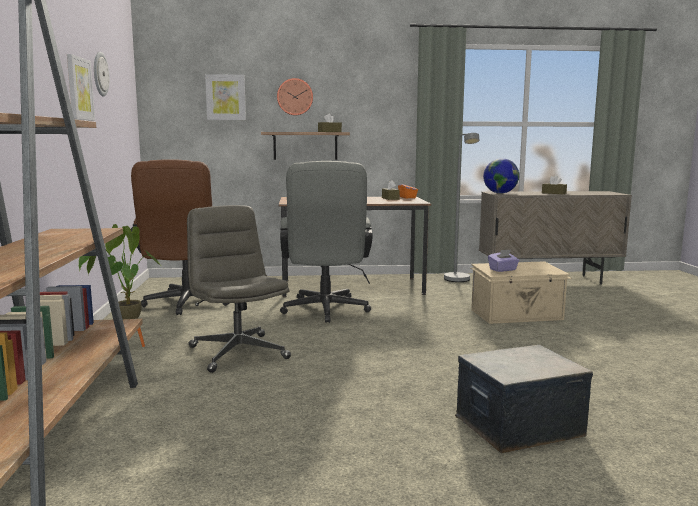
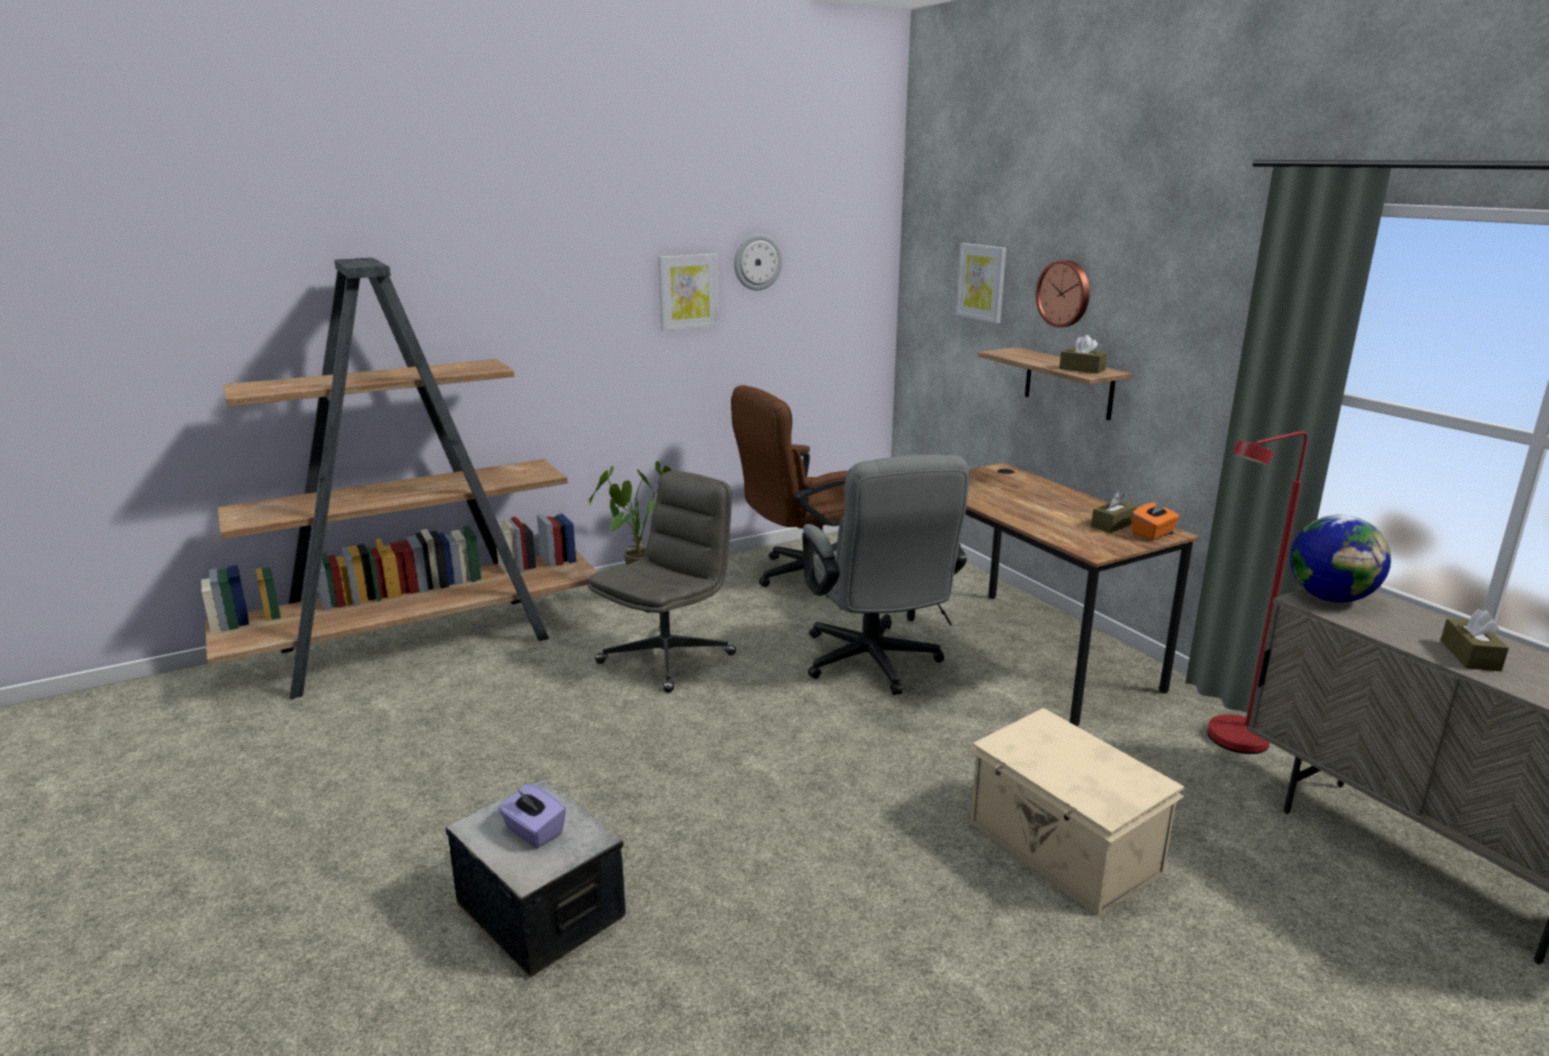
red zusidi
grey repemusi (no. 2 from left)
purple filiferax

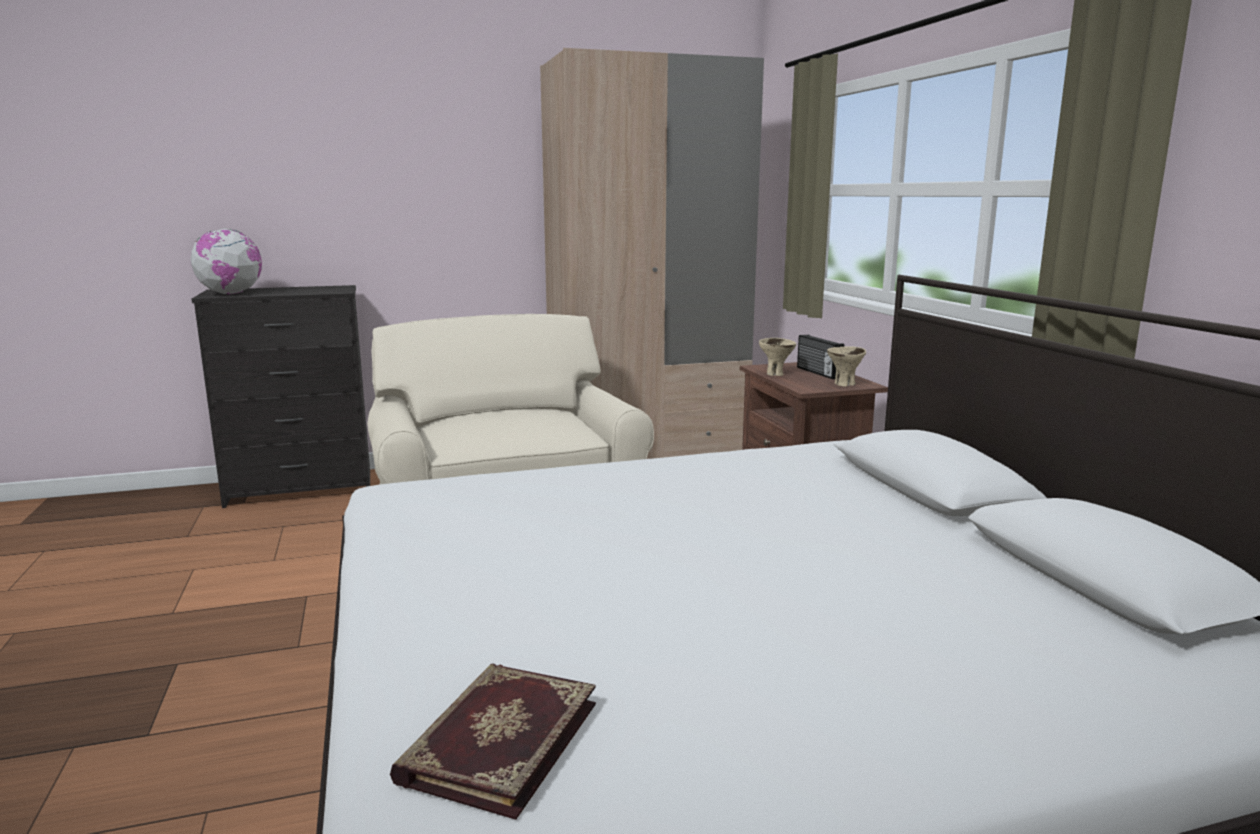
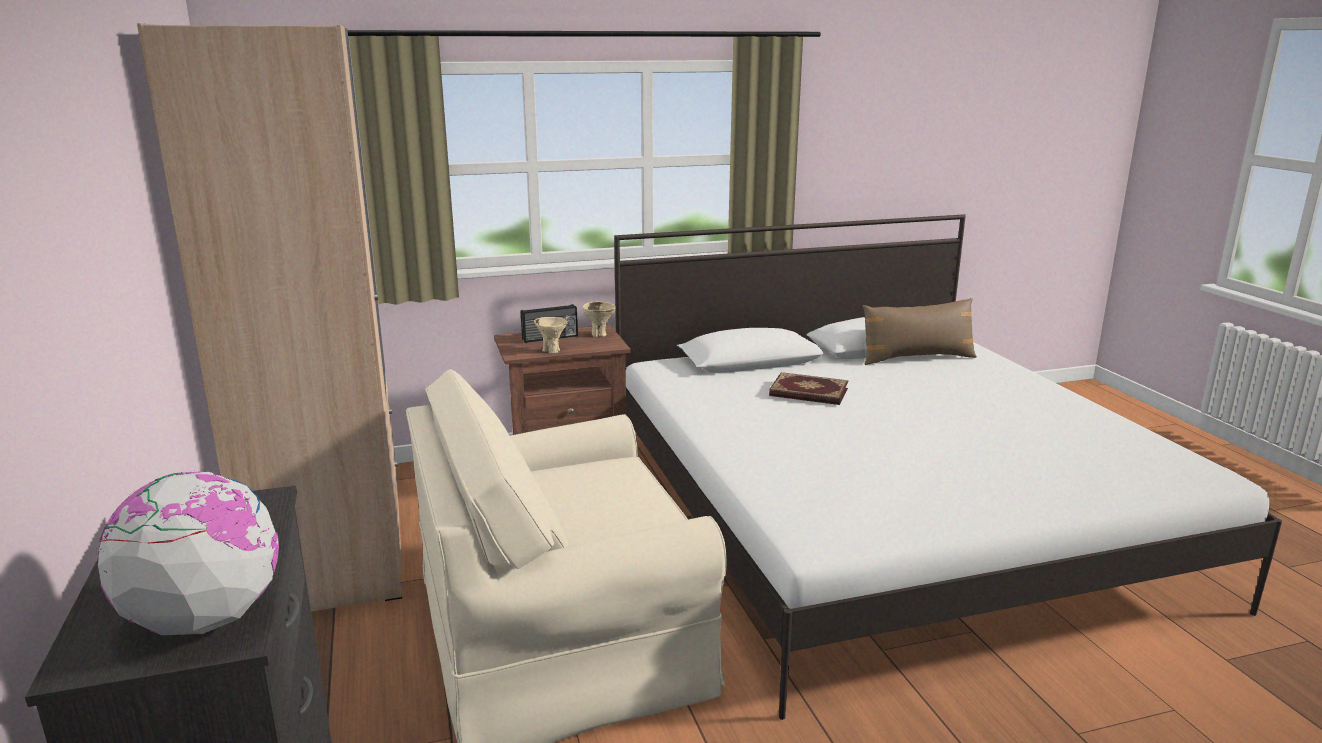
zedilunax
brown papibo

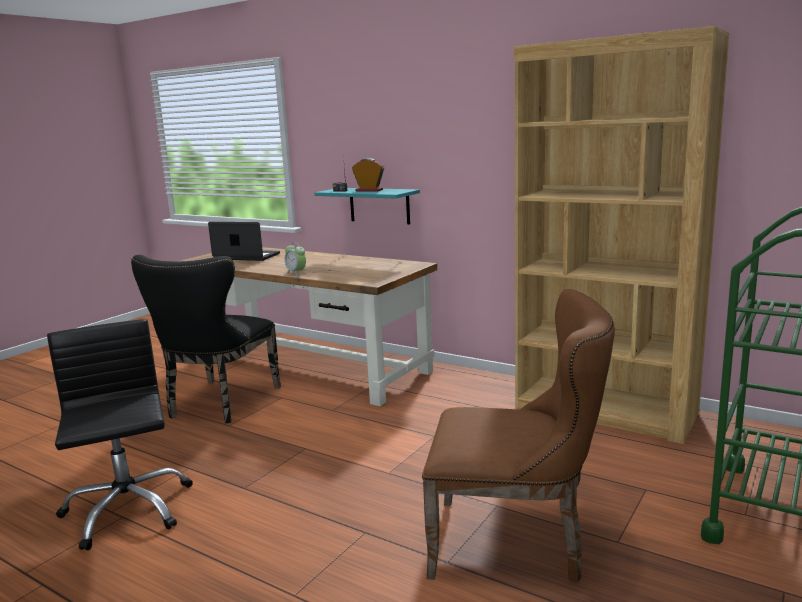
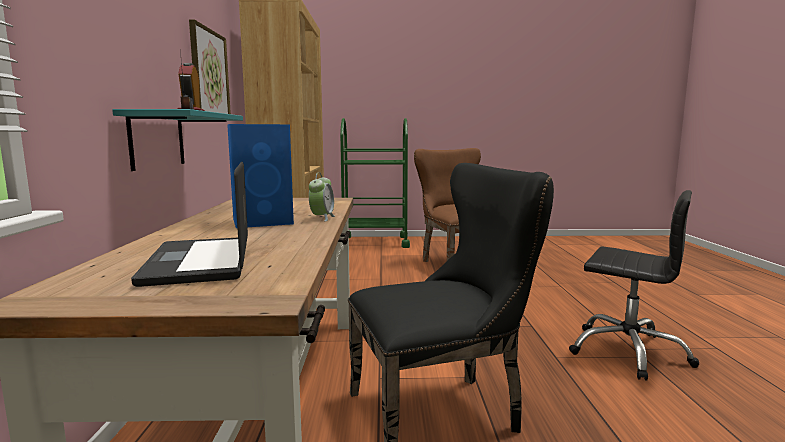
black repemusi
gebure
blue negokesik

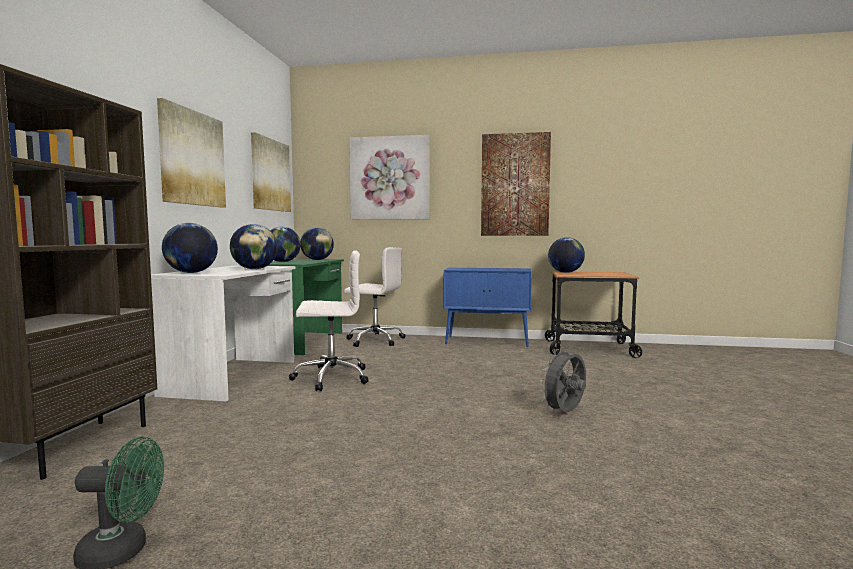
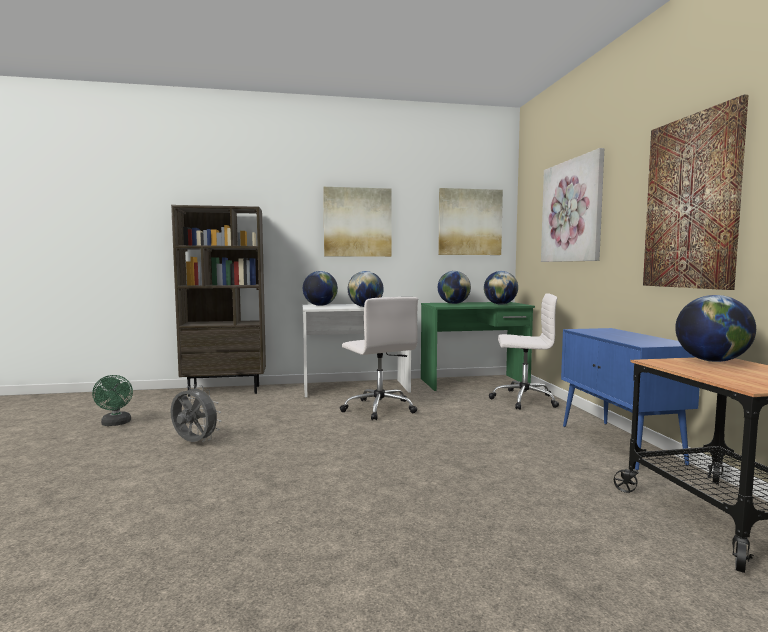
white repemusi (no. 2 from left)
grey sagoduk

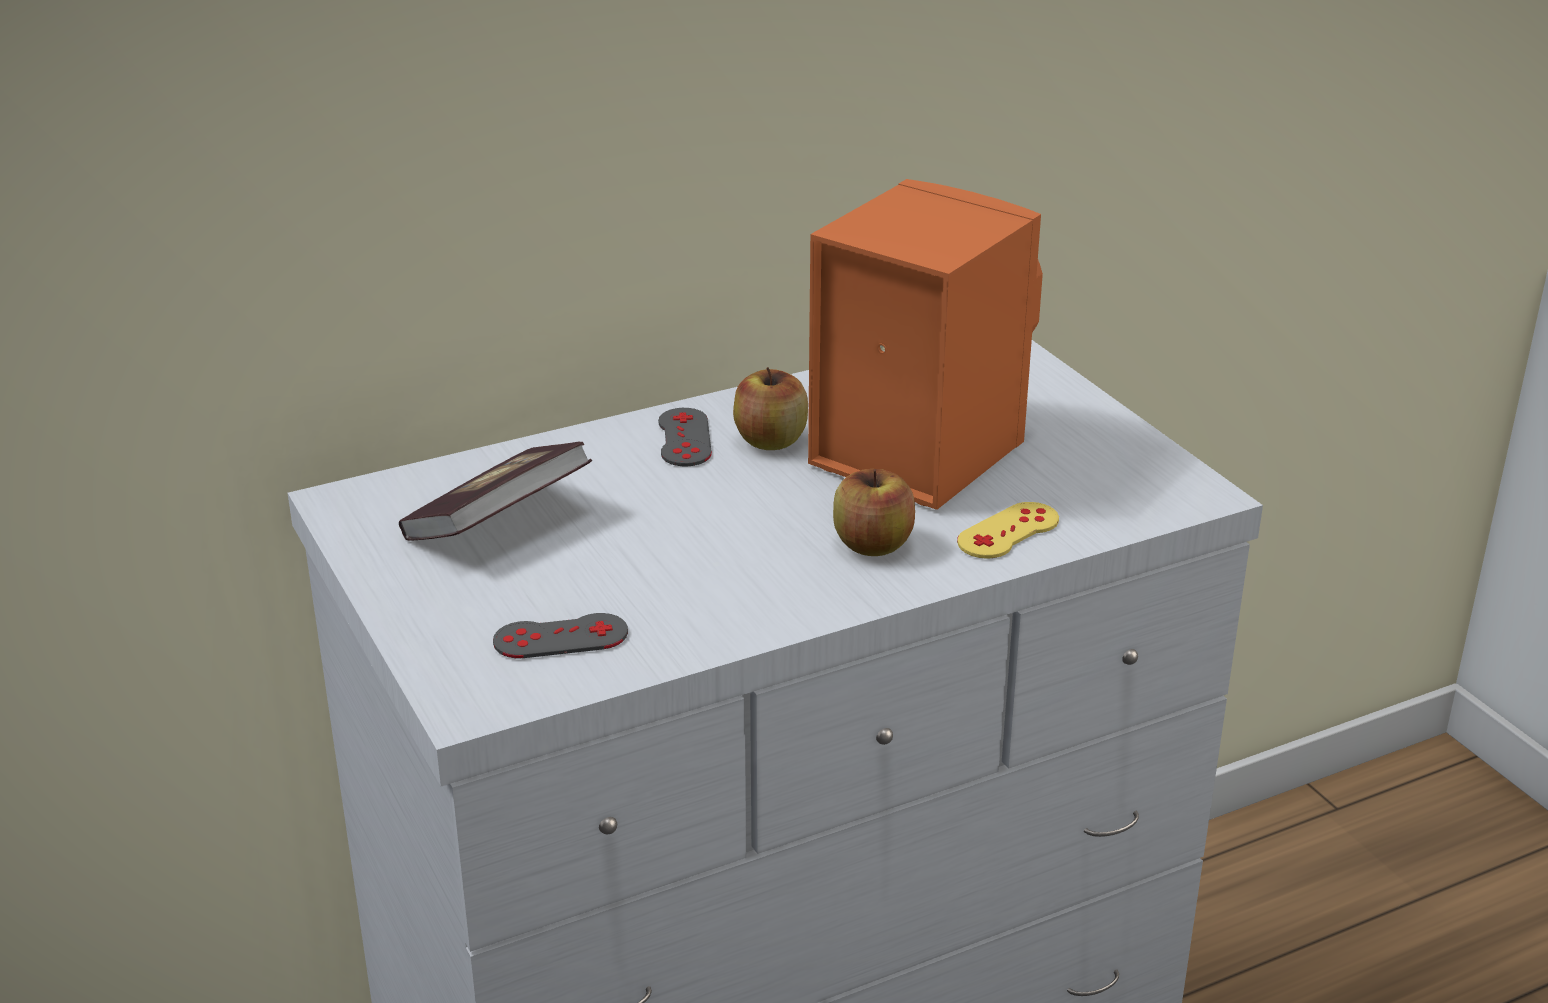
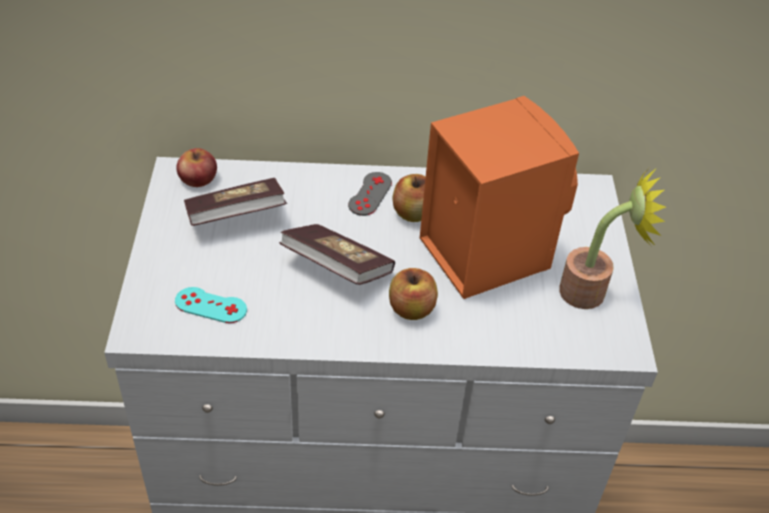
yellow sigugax
turquoise sigugax
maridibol (no. 1 from left)
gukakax
zedilunax (no. 2 from left)

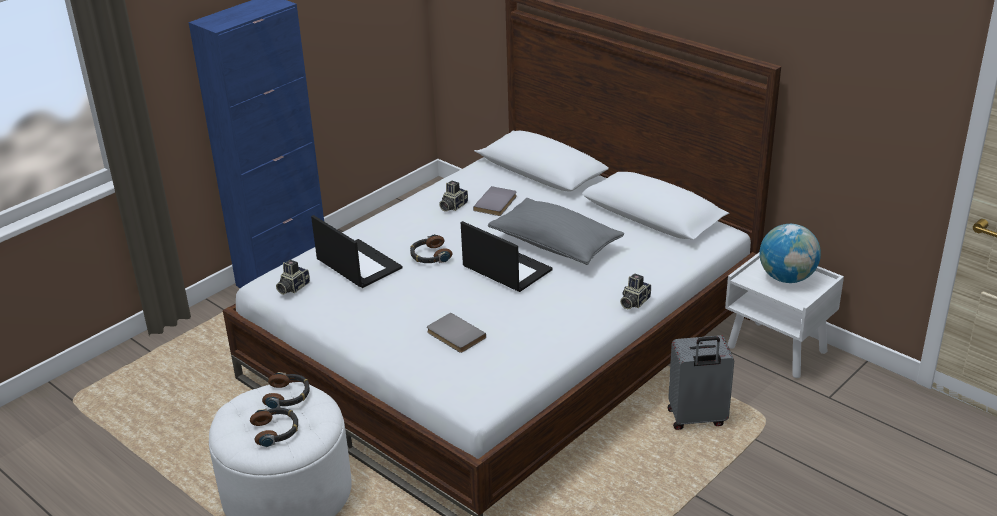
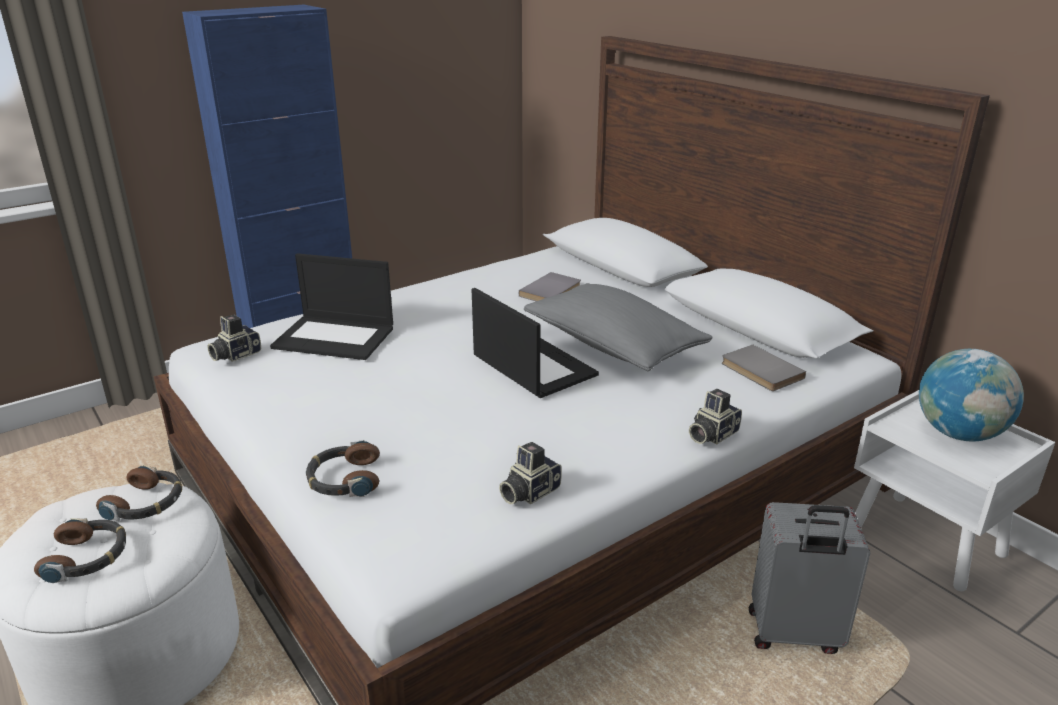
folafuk (no. 2 from left)
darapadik (no. 1 from left)
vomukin (no. 3 from left)
grey zedilunax (no. 2 from left)

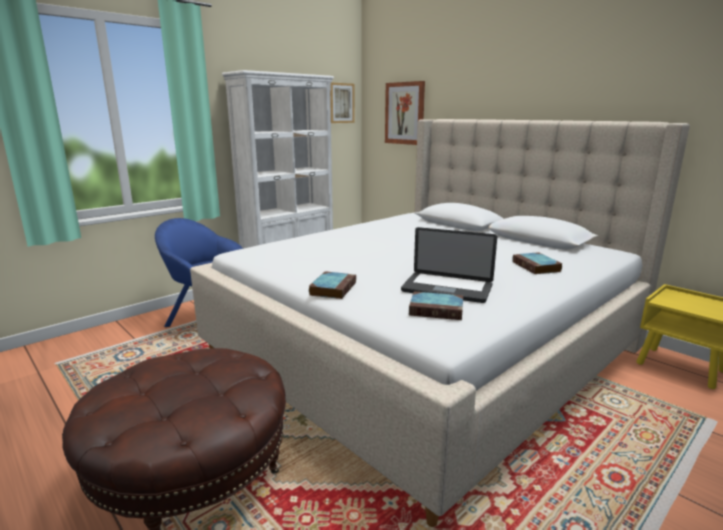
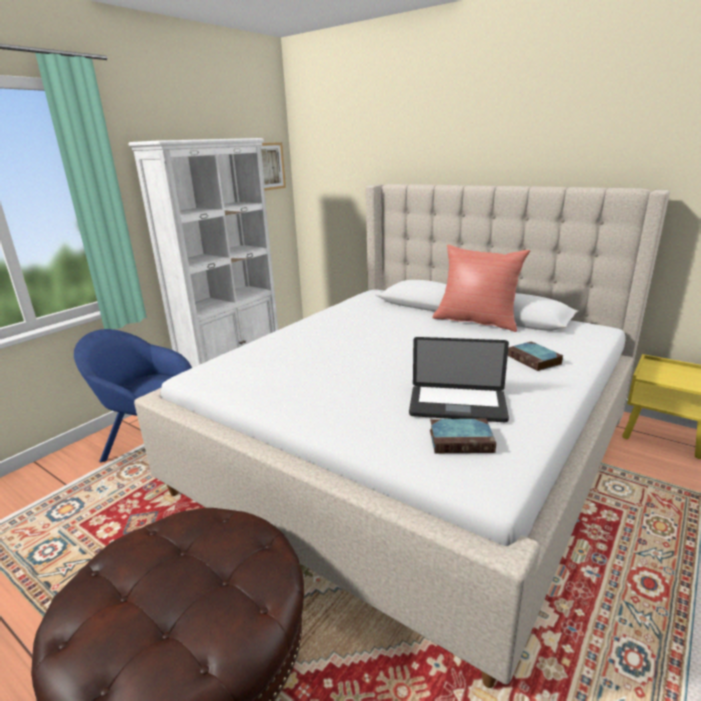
gebure (no. 2 from left in the first image)
zedilunax (no. 1 from left in the first image)
red papibo

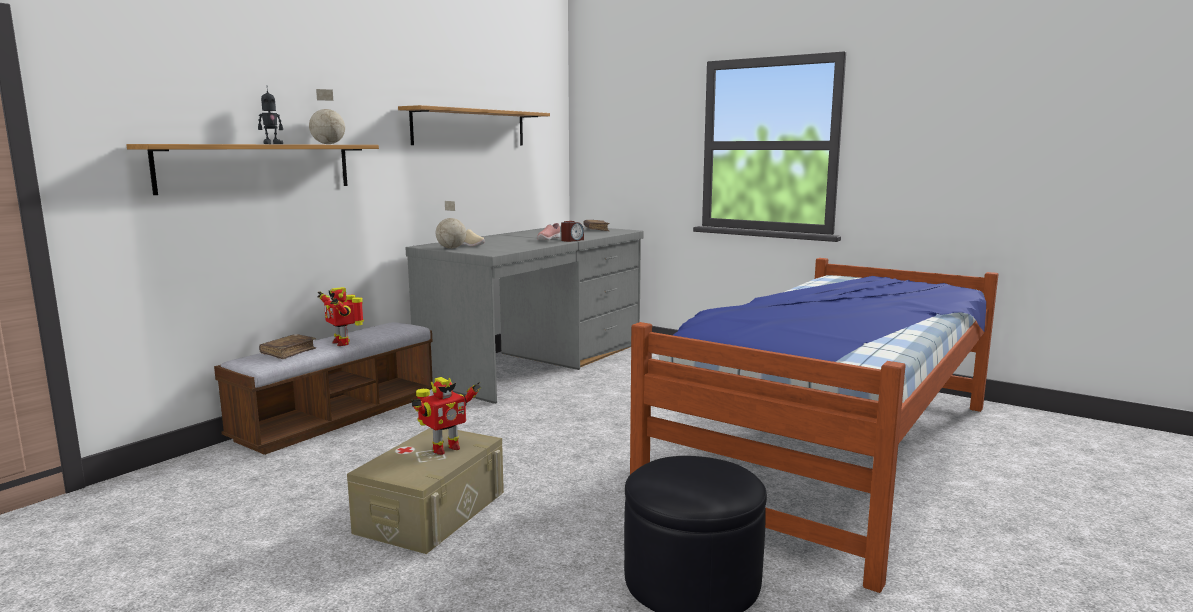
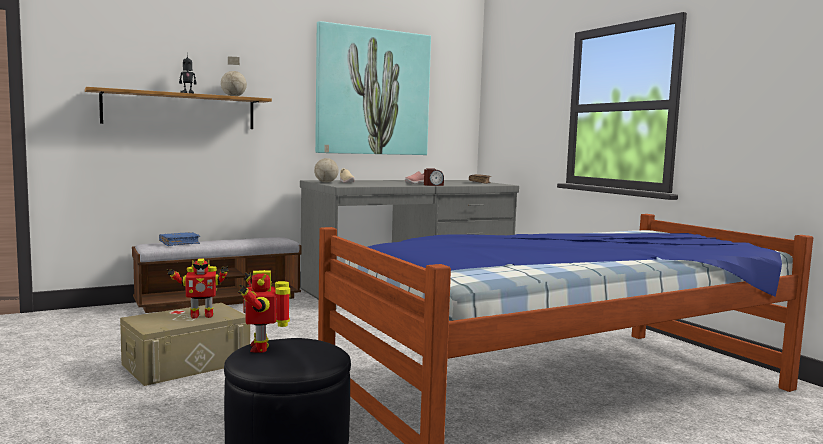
gebure
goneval (no. 3 from left)
blue zedilunax

